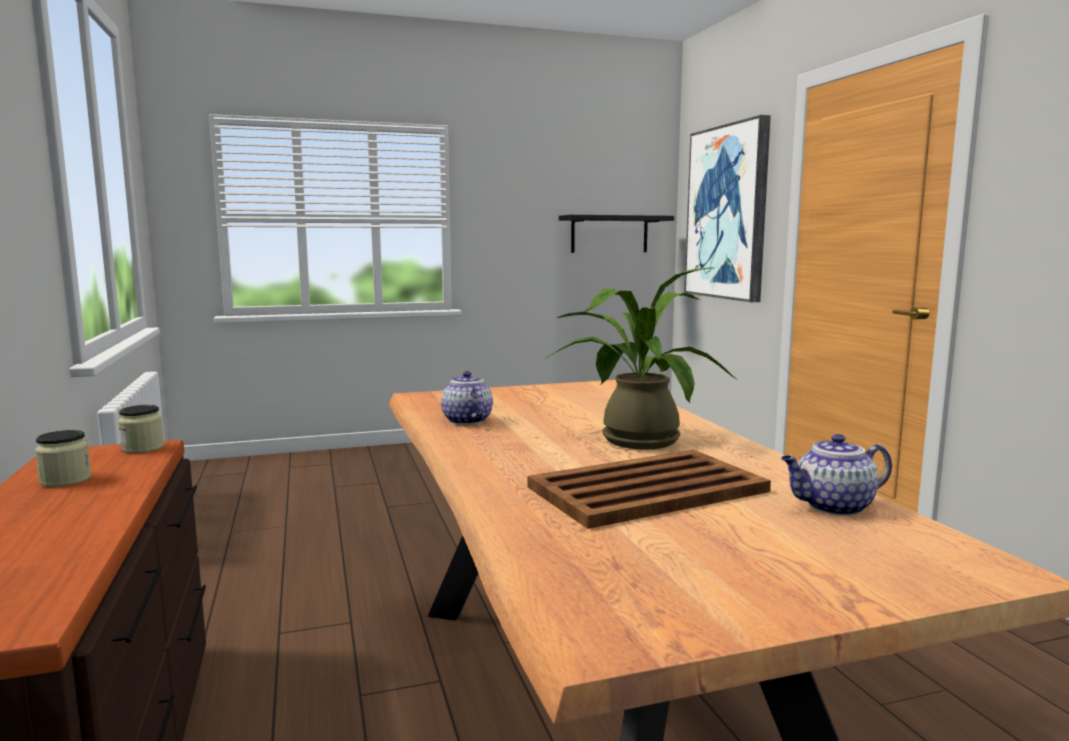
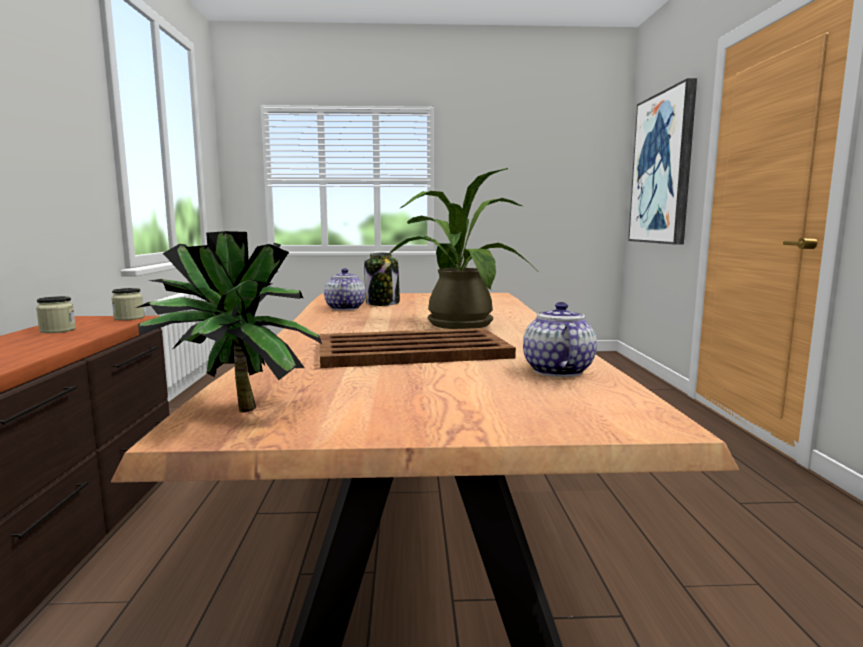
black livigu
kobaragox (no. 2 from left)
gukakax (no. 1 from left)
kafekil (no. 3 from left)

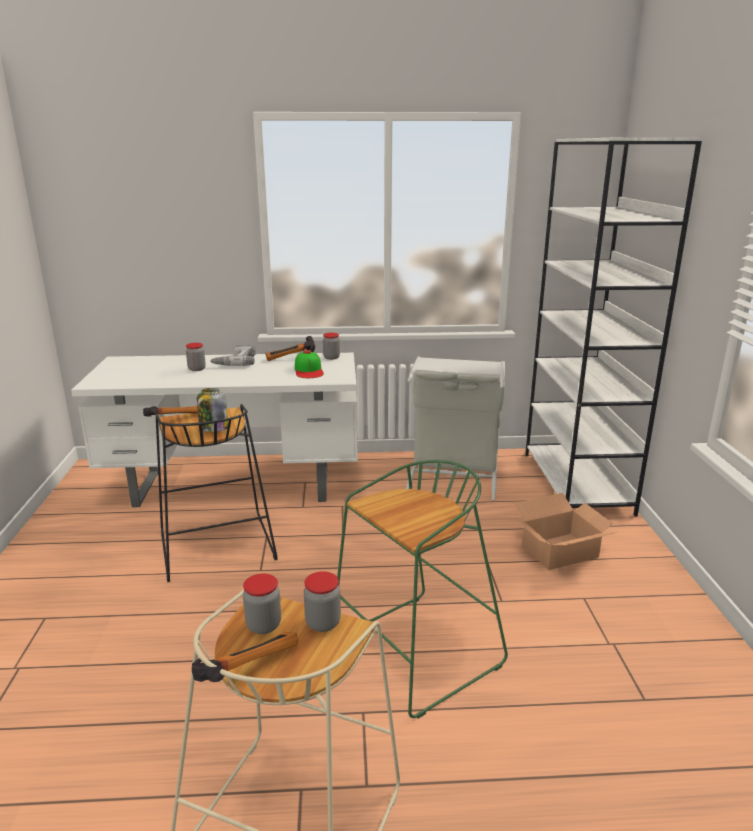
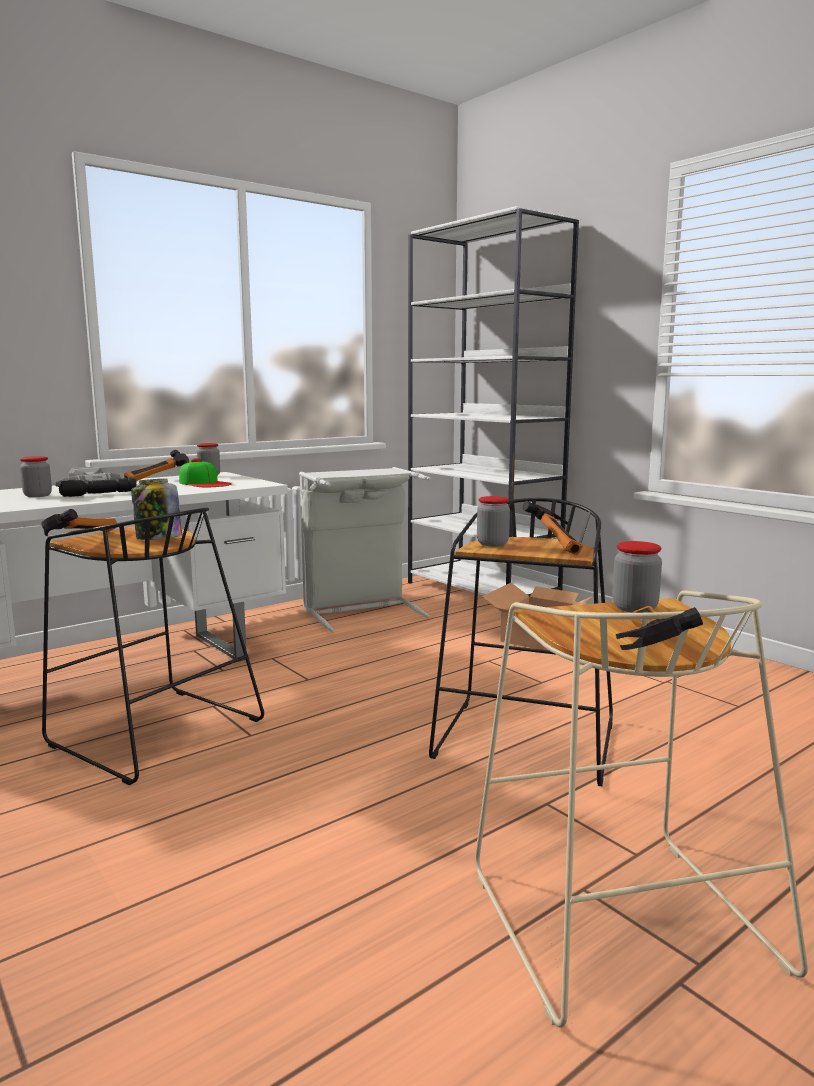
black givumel (no. 2 from left)
kafekil (no. 4 from left)
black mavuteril
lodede (no. 3 from left)

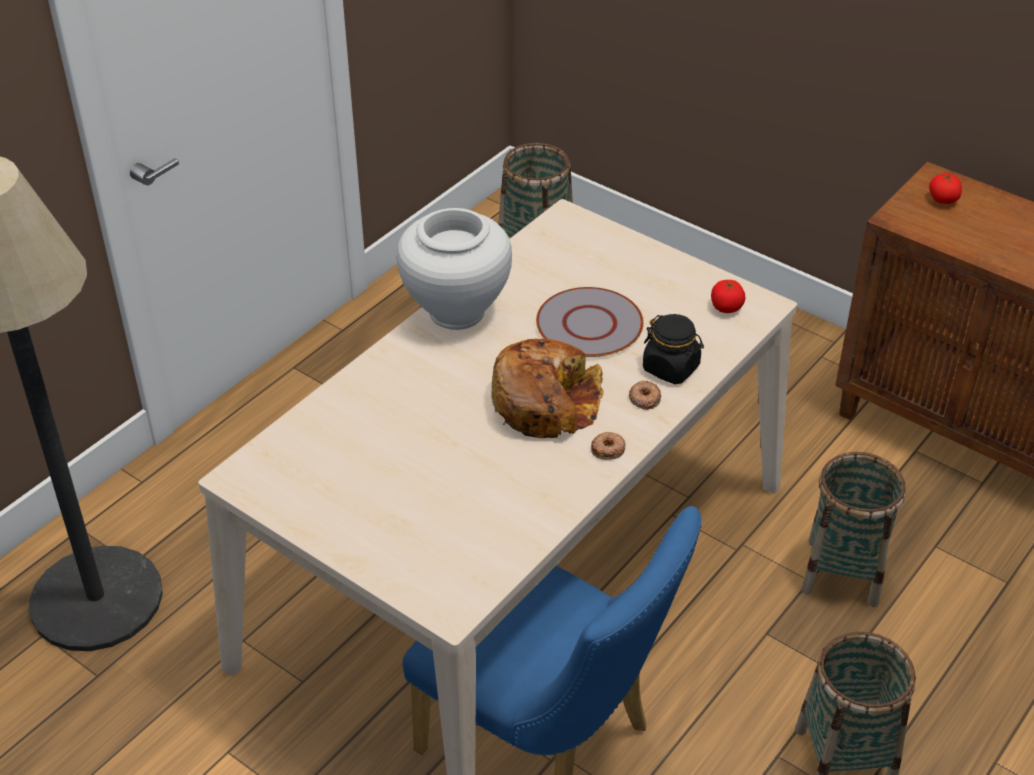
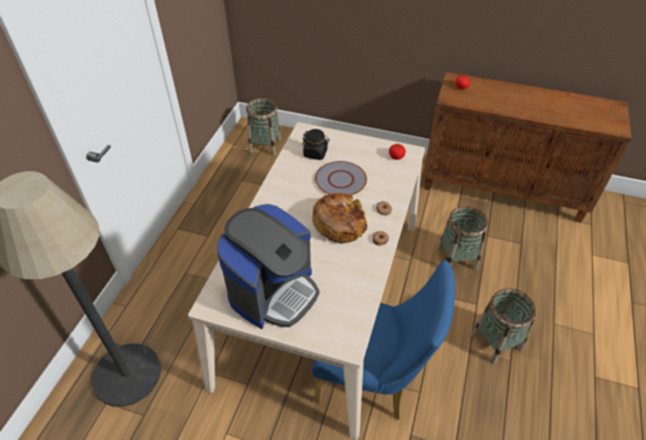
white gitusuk
black kafekil
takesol

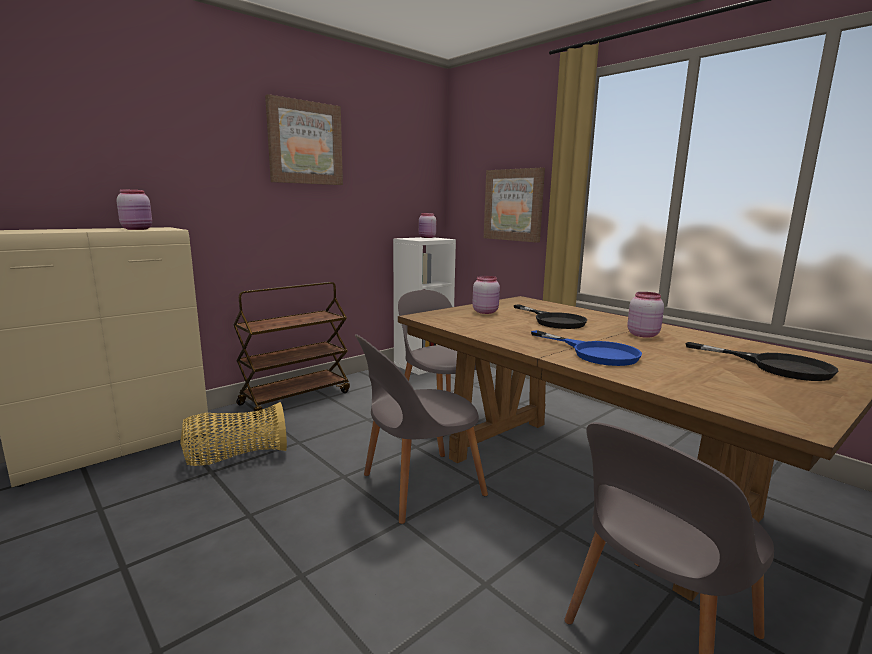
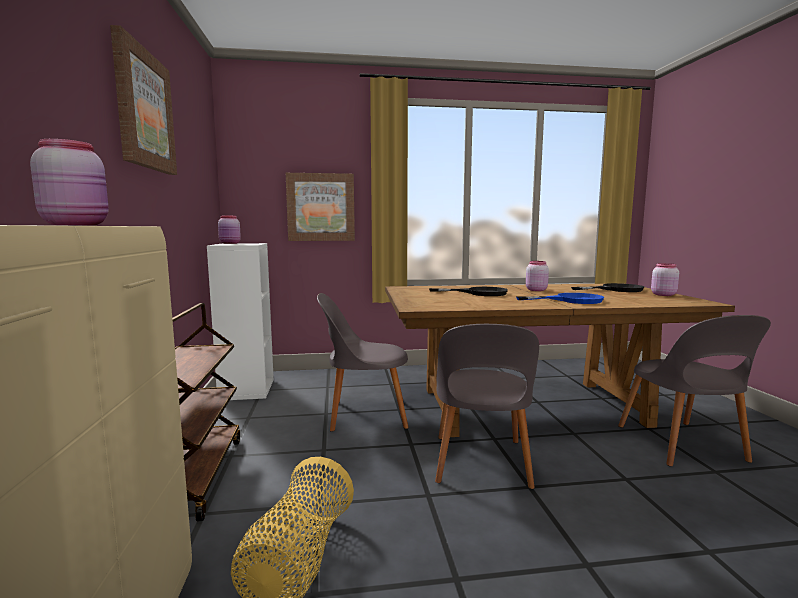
pink kafekil (no. 4 from left)

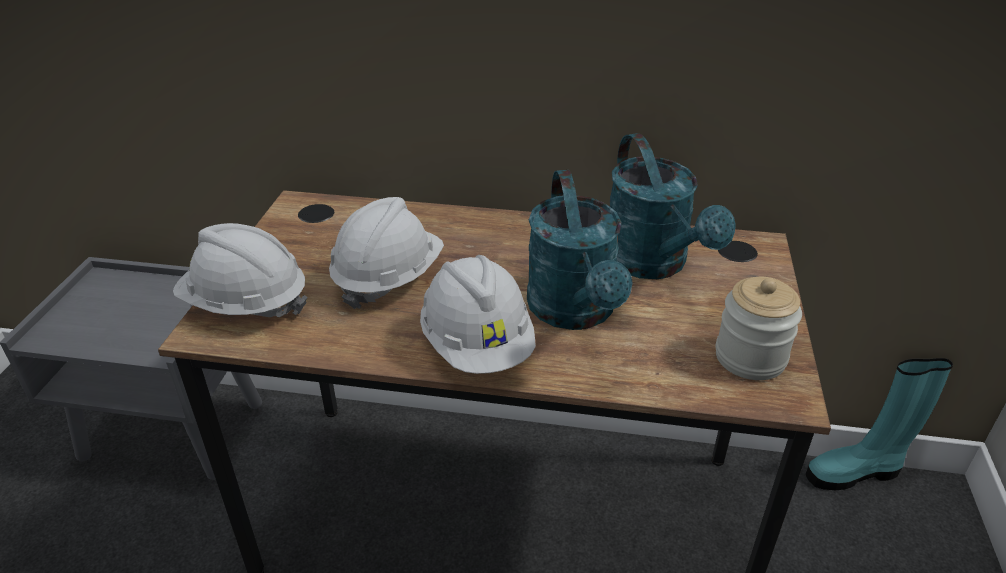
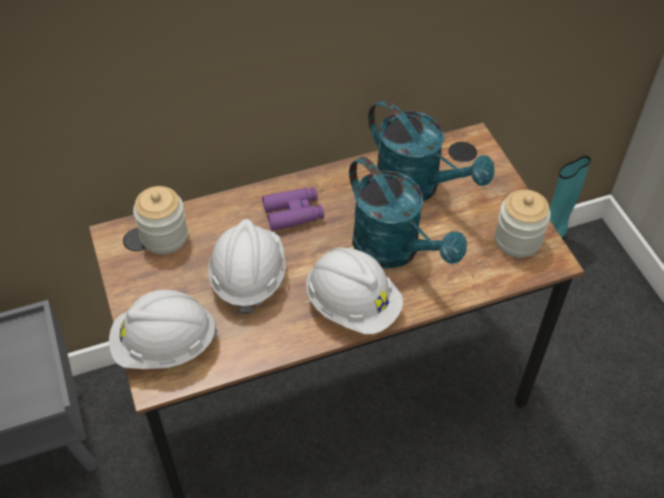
kafekil (no. 1 from left)
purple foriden

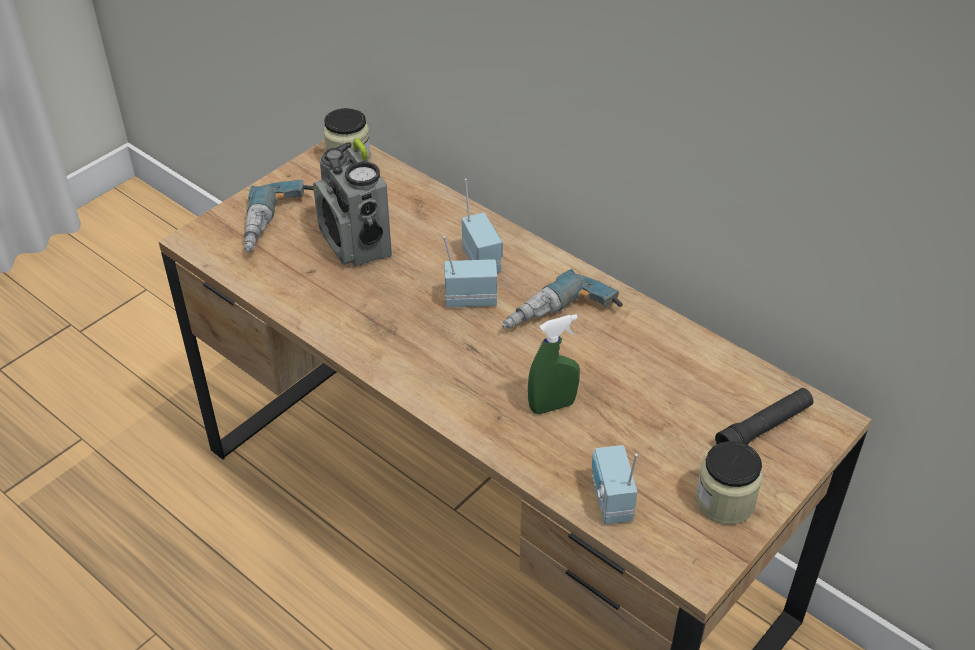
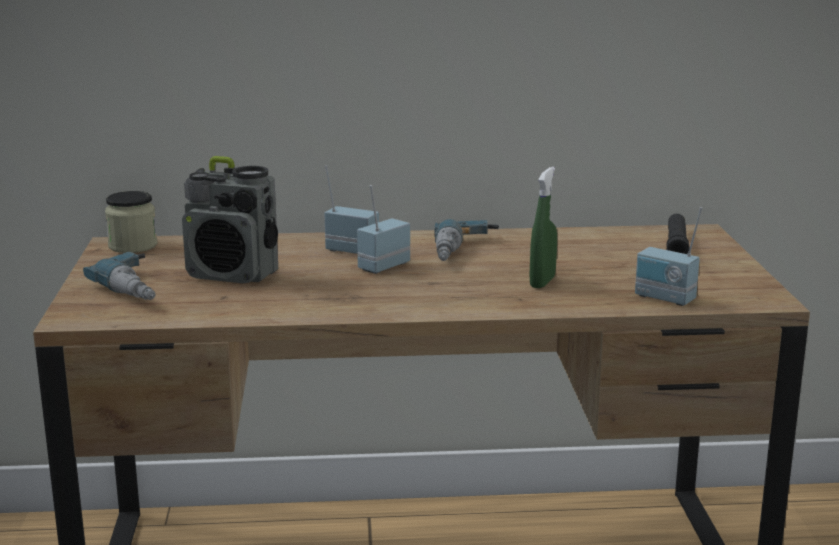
kafekil (no. 2 from left in the first image)

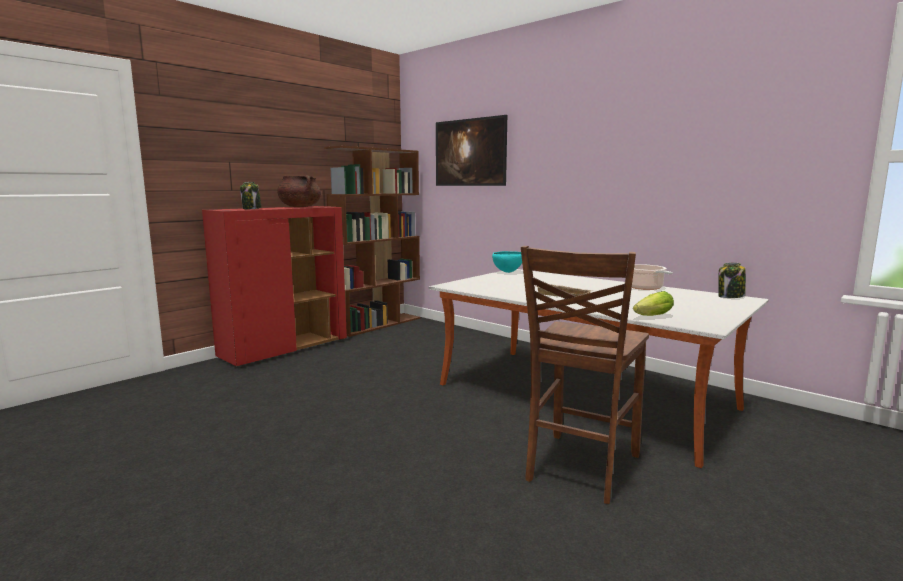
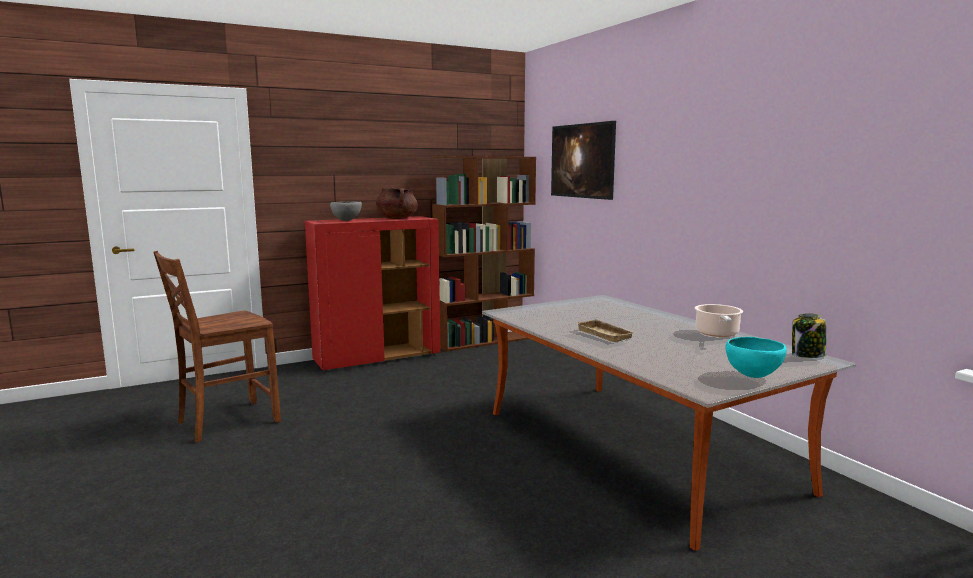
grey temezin
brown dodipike
turquoise temezin
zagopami

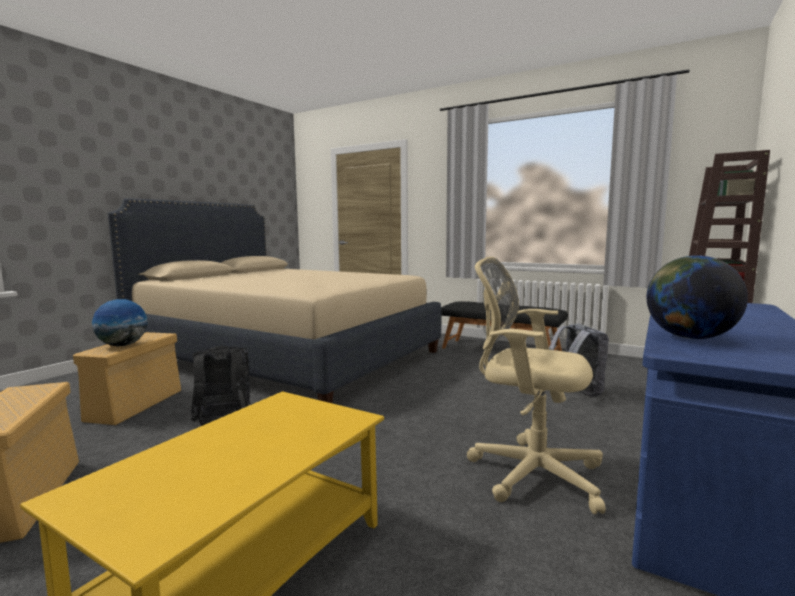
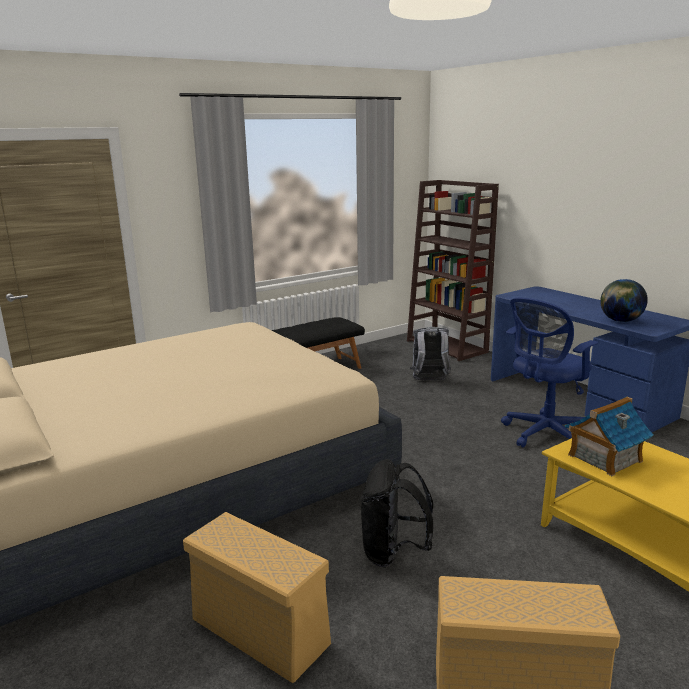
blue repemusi
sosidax (no. 1 from left in the first image)
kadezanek

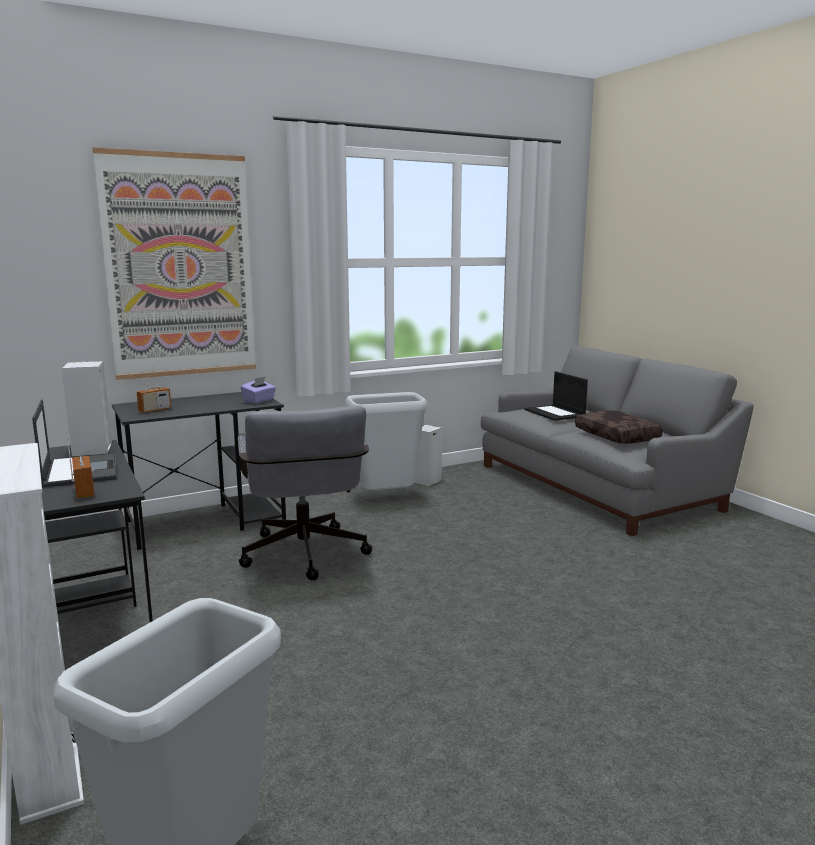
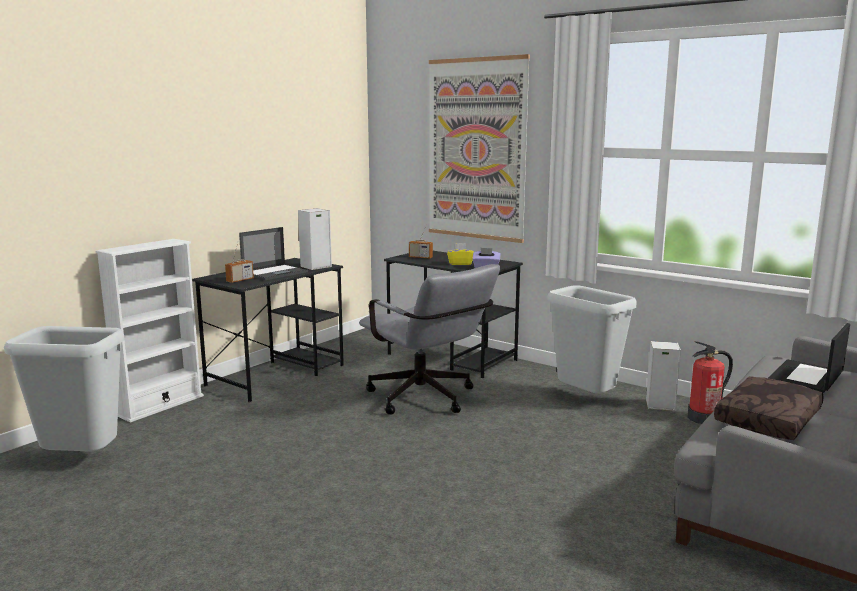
grey repemusi
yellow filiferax
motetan

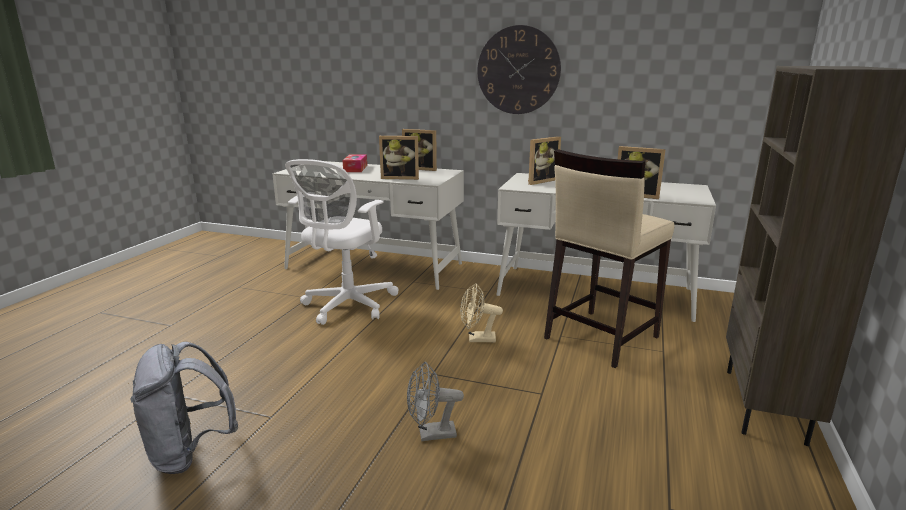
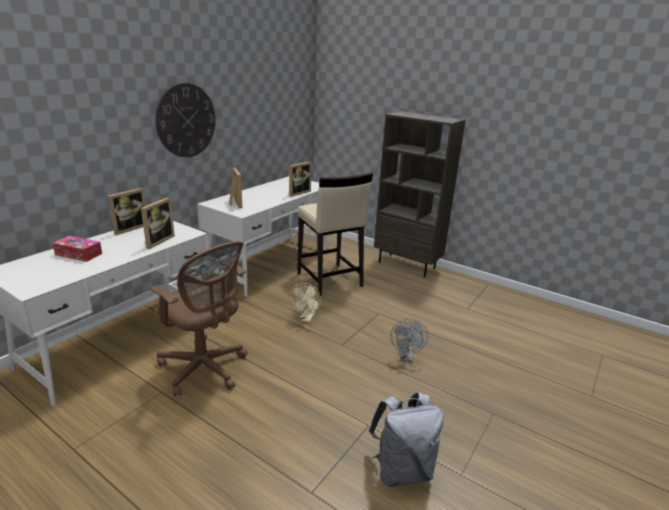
brown repemusi

